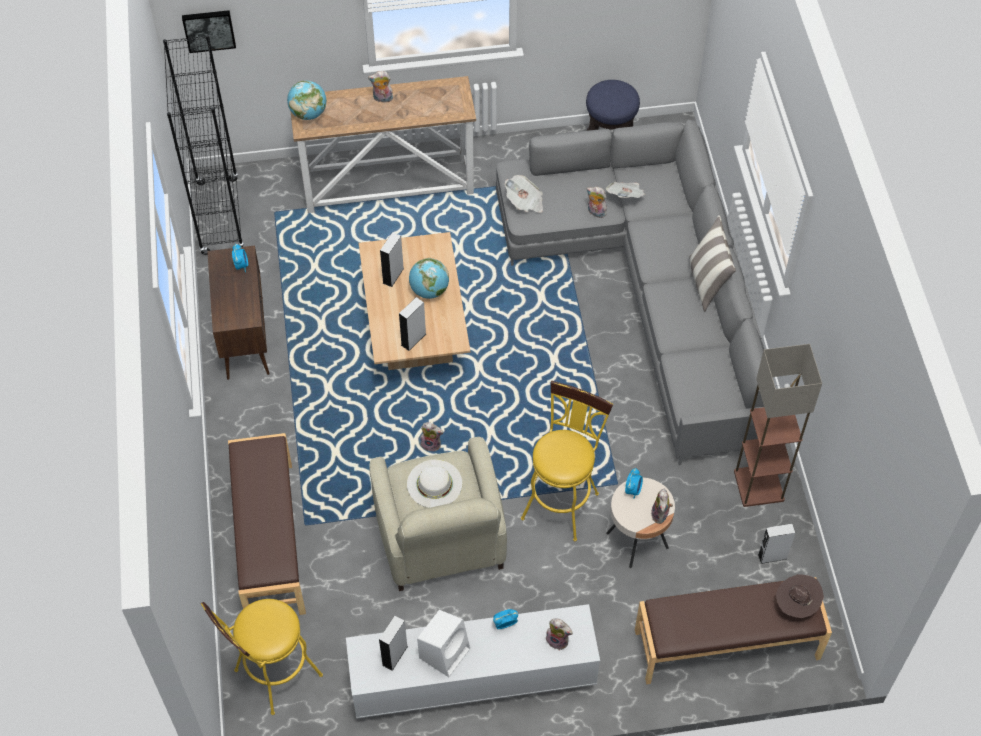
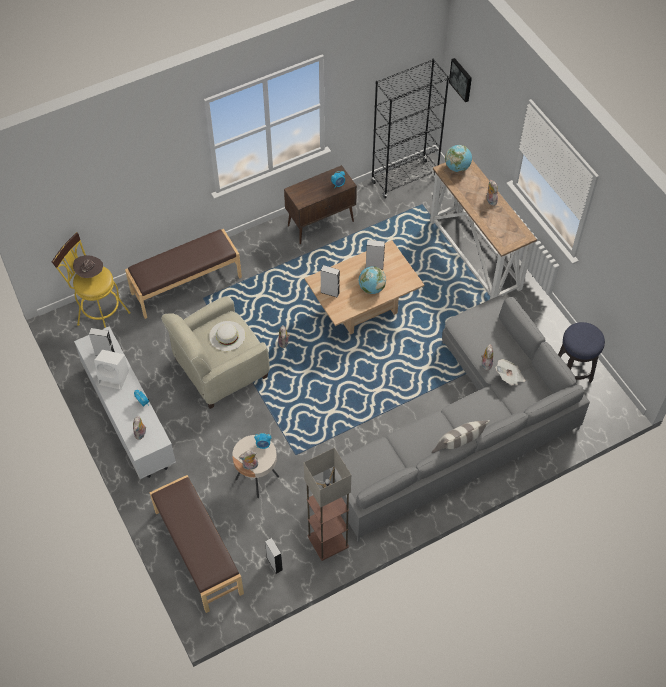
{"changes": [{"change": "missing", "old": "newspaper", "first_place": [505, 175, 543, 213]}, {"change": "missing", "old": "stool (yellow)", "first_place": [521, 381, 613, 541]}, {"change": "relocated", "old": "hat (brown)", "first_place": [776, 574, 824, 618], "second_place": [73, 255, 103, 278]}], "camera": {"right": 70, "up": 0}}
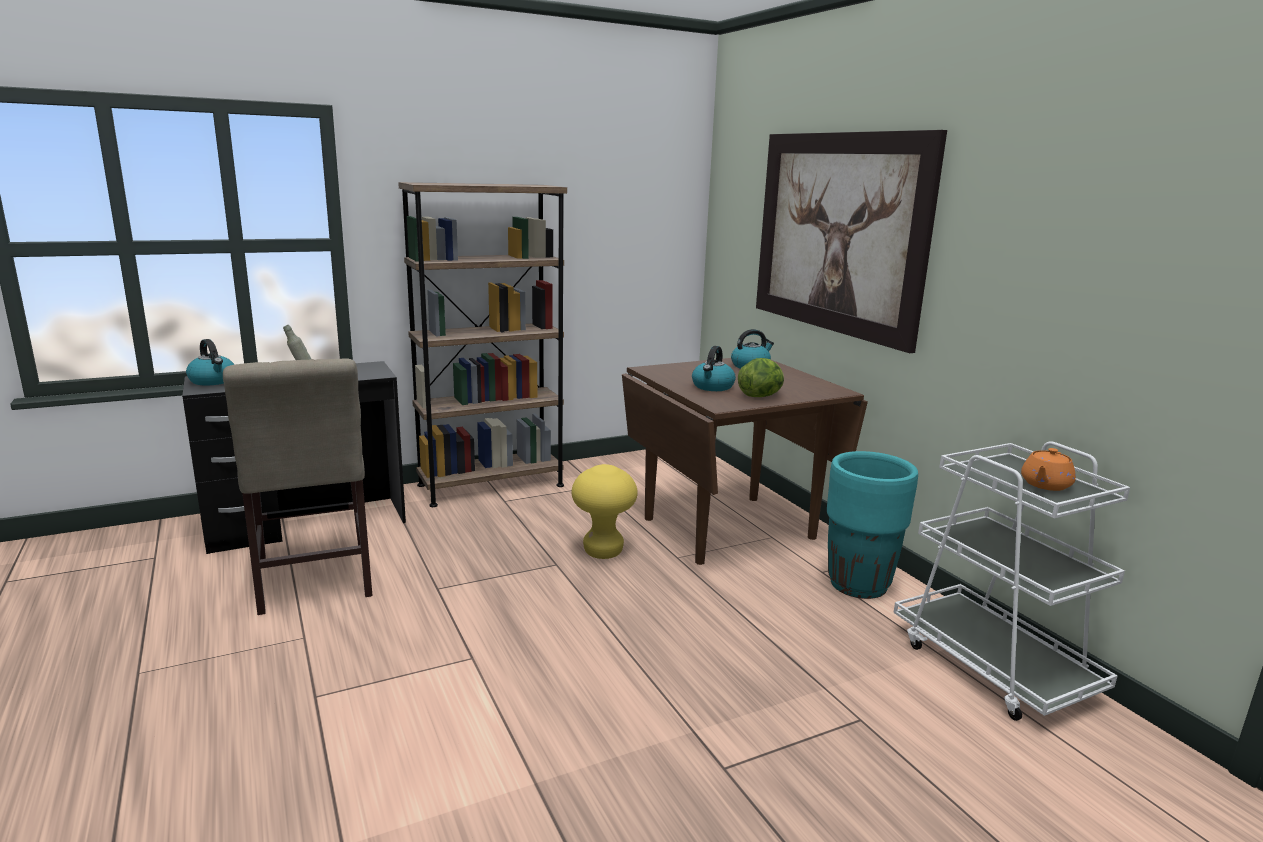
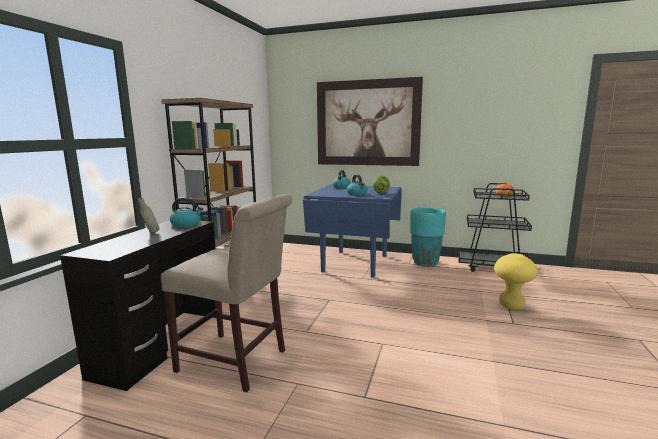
{"changes": [{"change": "relocated", "old": "kettle", "first_place": [186, 339, 235, 385], "second_place": [170, 197, 203, 227]}, {"change": "relocated", "old": "stool (yellow)", "first_place": [572, 464, 638, 559], "second_place": [494, 253, 537, 310]}, {"change": "colour", "old": "dining table (brown)", "new": "dining table (blue)", "first_place": [622, 358, 868, 565], "second_place": [303, 185, 402, 278]}, {"change": "colour", "old": "cart (white)", "new": "cart (black)", "first_place": [893, 441, 1130, 721], "second_place": [459, 183, 532, 272]}], "camera": {"right": -45, "up": -5}}
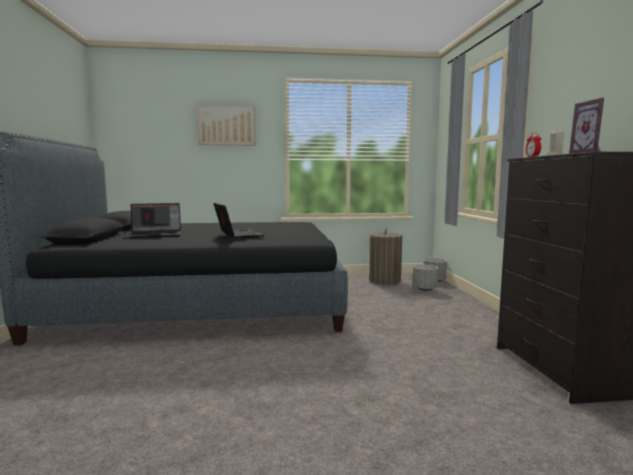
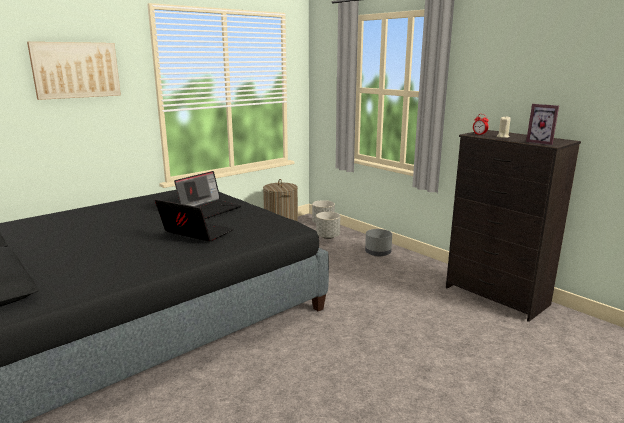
{"changes": [{"change": "relocated", "old": "laptop", "first_place": [128, 203, 181, 238], "second_place": [174, 171, 242, 219]}, {"change": "appeared", "new": "planter (grey)", "second_place": [365, 229, 392, 256]}], "camera": {"right": -35, "up": 10}}
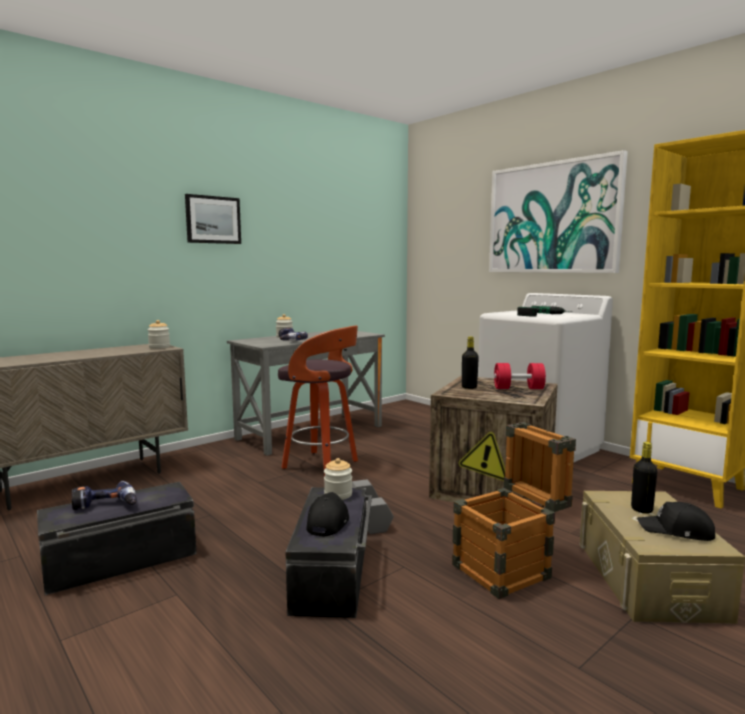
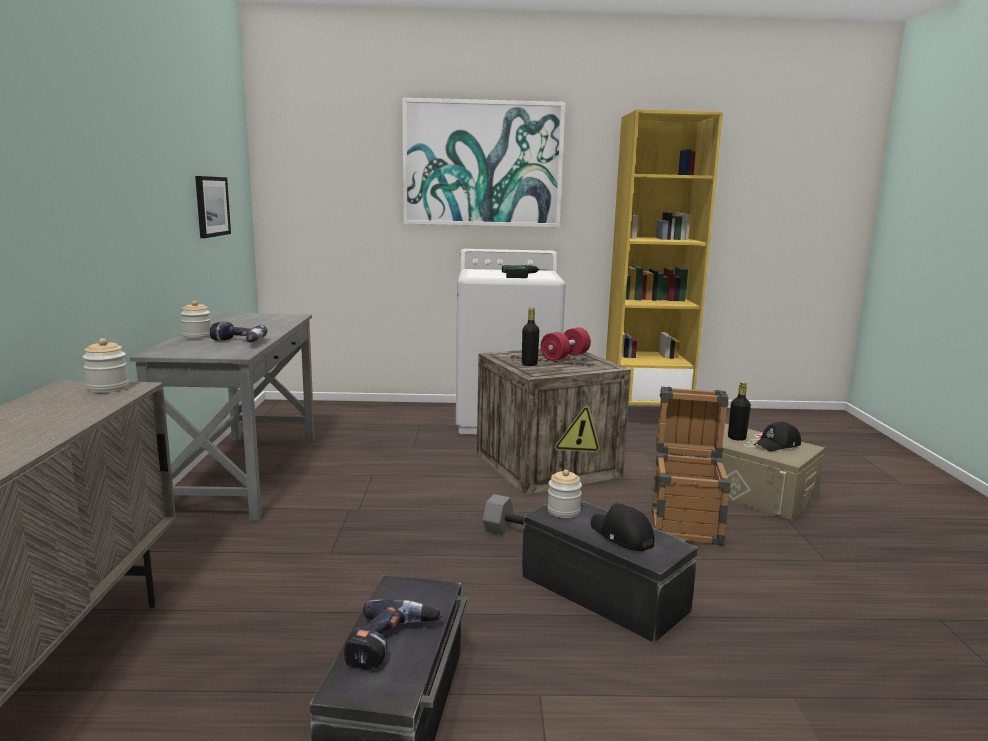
{"changes": [{"change": "relocated", "old": "picture", "first_place": [185, 194, 241, 244], "second_place": [195, 176, 231, 238]}, {"change": "missing", "old": "stool", "first_place": [278, 325, 358, 476]}], "camera": {"right": -50, "up": 5}}
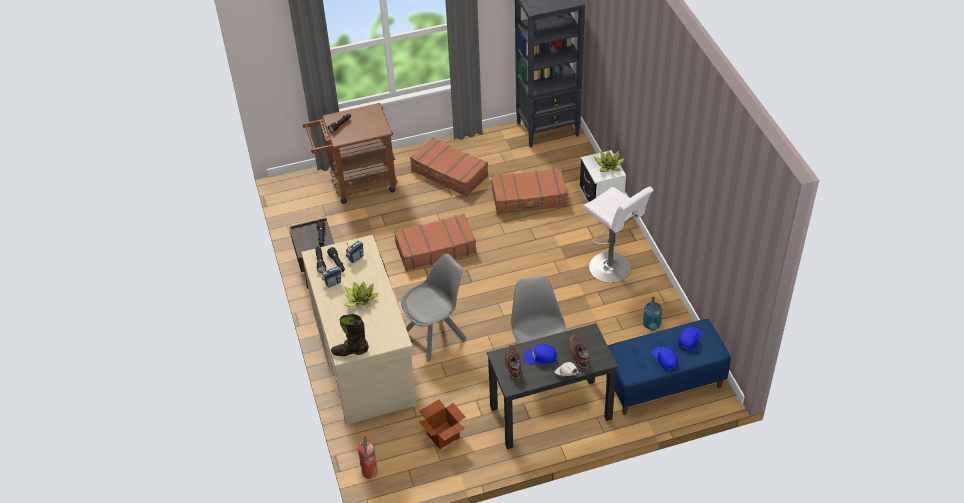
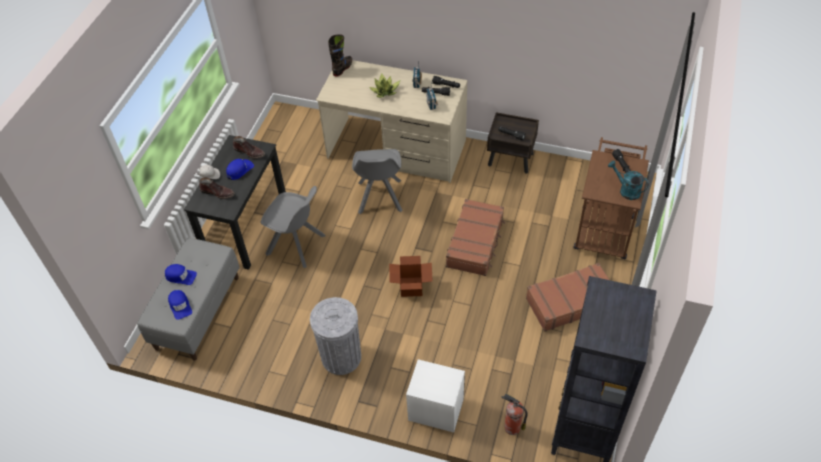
{"changes": [{"change": "relocated", "old": "fire extinguisher", "first_place": [358, 436, 378, 479], "second_place": [501, 393, 528, 435]}, {"change": "relocated", "old": "cardboard box", "first_place": [419, 399, 465, 449], "second_place": [389, 256, 433, 297]}, {"change": "missing", "old": "suitcase (brown)", "first_place": [491, 168, 568, 214]}, {"change": "exchanged", "old": "stool (white)", "new": "trash can (grey)", "first_place": [583, 187, 653, 283], "second_place": [310, 297, 361, 375]}, {"change": "missing", "old": "potted plant", "first_place": [593, 151, 625, 172]}, {"change": "colour", "old": "bench (blue)", "new": "bench (grey)", "first_place": [606, 319, 731, 415], "second_place": [137, 238, 240, 360]}, {"change": "relocated", "old": "watering can (turquoise)", "first_place": [643, 297, 662, 331], "second_place": [608, 161, 649, 200]}], "camera": {"right": 125, "up": 5}}
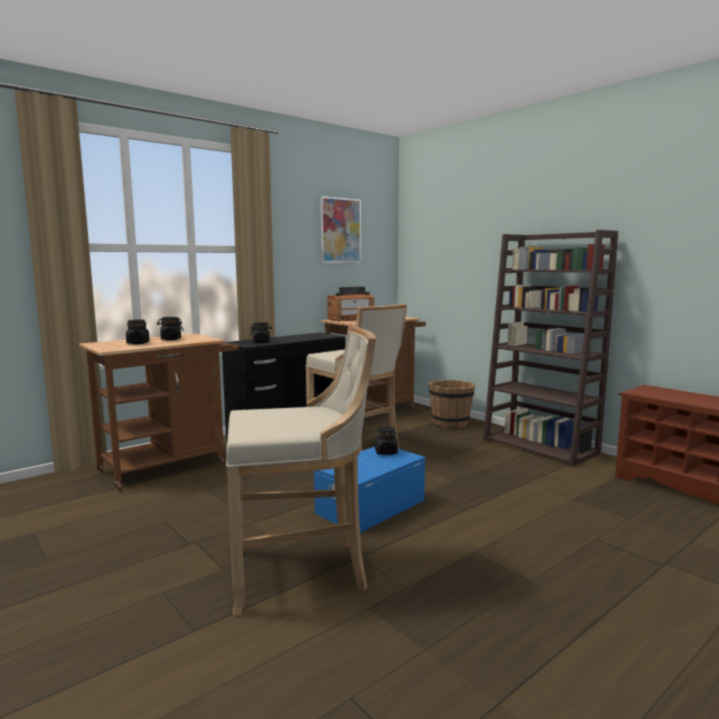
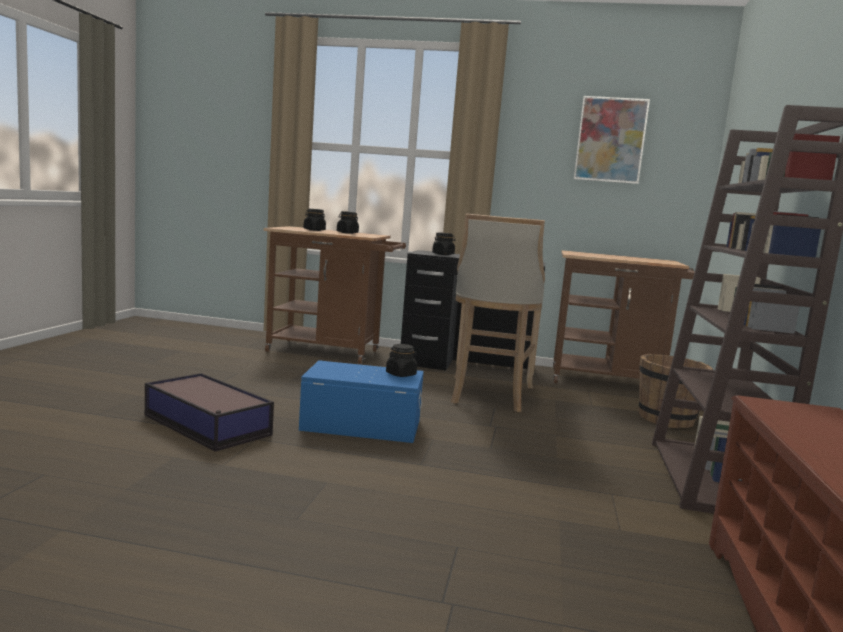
{"changes": [{"change": "exchanged", "old": "stool (beige)", "new": "storage box", "first_place": [226, 326, 376, 616], "second_place": [145, 373, 274, 452]}, {"change": "missing", "old": "radio", "first_place": [327, 287, 374, 322]}], "camera": {"right": 50, "up": 0}}
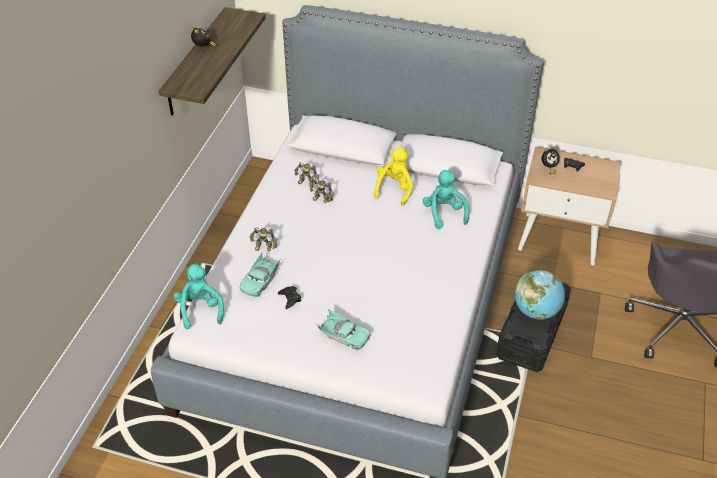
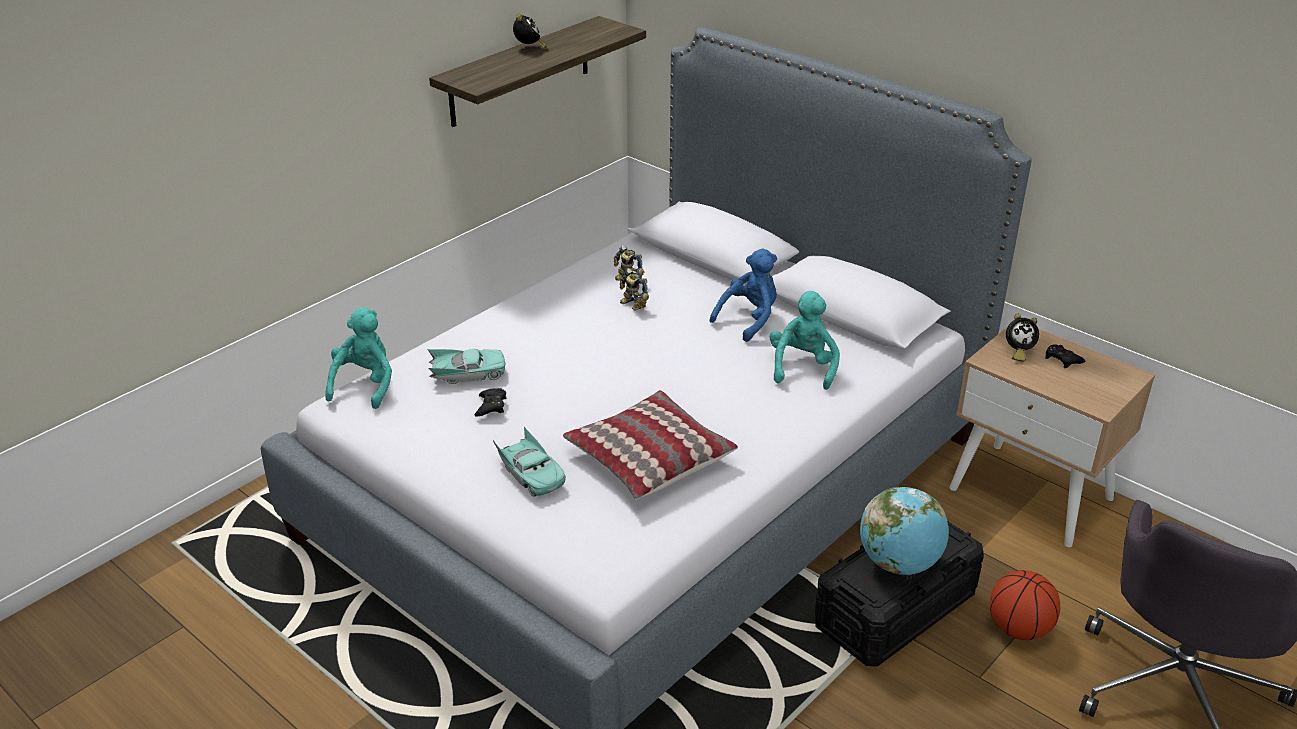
{"changes": [{"change": "spun", "old": "toy car (turquoise)", "first_place": [240, 253, 280, 297], "second_place": [427, 349, 505, 384], "degrees": -150}, {"change": "missing", "old": "toy robot", "first_place": [250, 228, 278, 251]}, {"change": "colour", "old": "plush toy (yellow)", "new": "plush toy (blue)", "first_place": [374, 147, 413, 206], "second_place": [710, 249, 777, 342]}, {"change": "appeared", "new": "pillow", "second_place": [563, 390, 738, 500]}, {"change": "appeared", "new": "basketball", "second_place": [990, 570, 1060, 640]}], "camera": {"right": 25, "up": -10}}
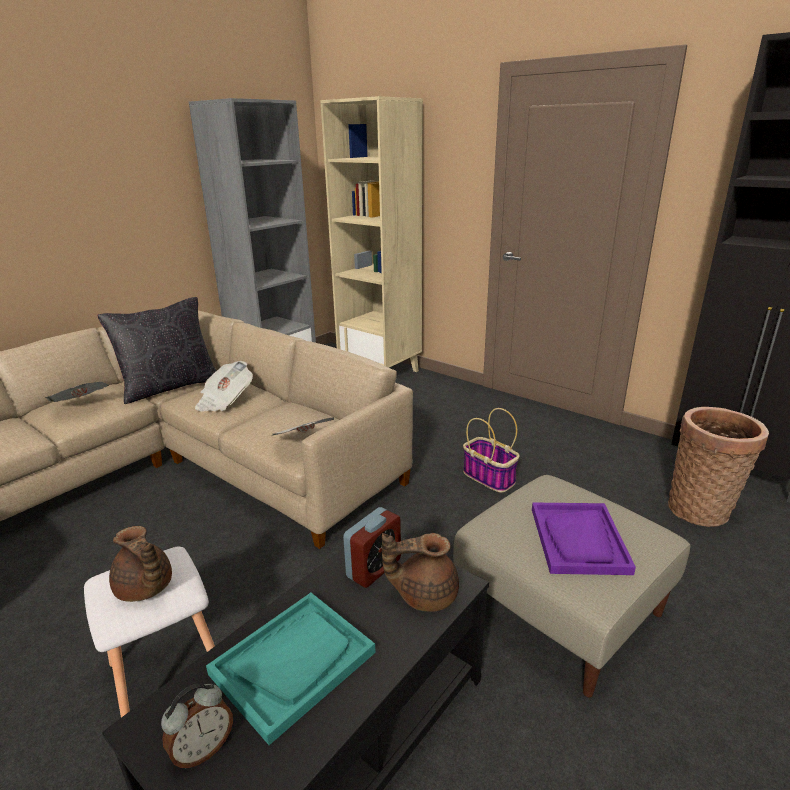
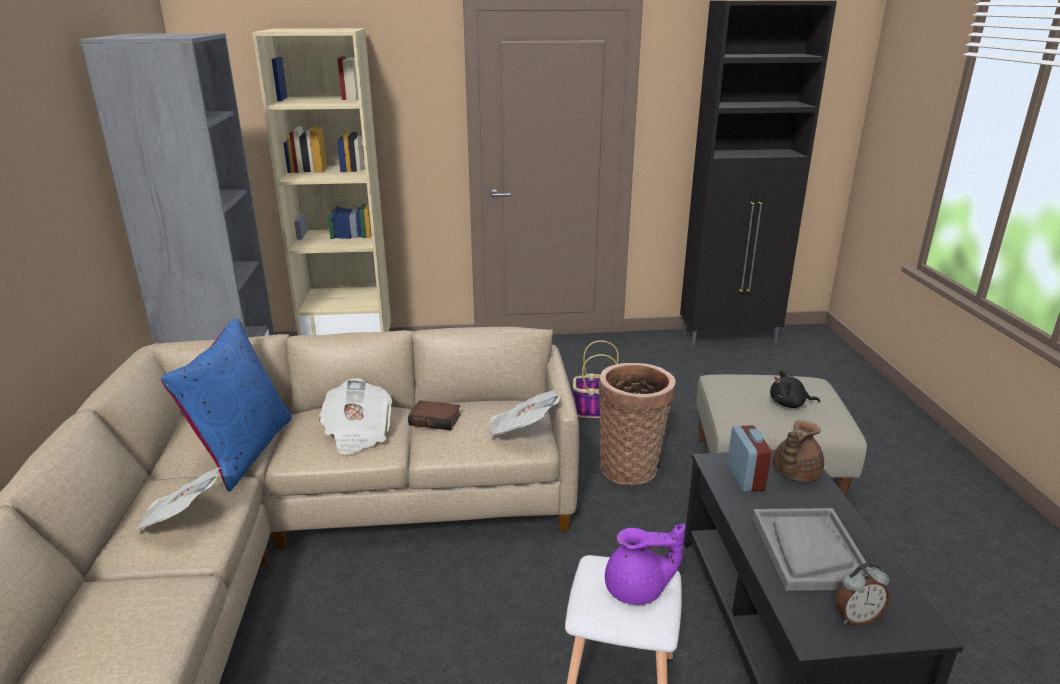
{"changes": [{"change": "colour", "old": "pillow (black)", "new": "pillow (blue)", "first_place": [97, 297, 216, 404], "second_place": [161, 318, 292, 491]}, {"change": "colour", "old": "teapot (brown)", "new": "teapot (purple)", "first_place": [109, 526, 172, 602], "second_place": [605, 523, 685, 605]}, {"change": "spun", "old": "alarm clock", "first_place": [161, 683, 233, 768], "second_place": [835, 562, 890, 625], "degrees": 75}, {"change": "colour", "old": "tray (turquoise)", "new": "tray (grey)", "first_place": [206, 593, 376, 745], "second_place": [752, 508, 870, 591]}, {"change": "exchanged", "old": "tray (purple)", "new": "plush toy (black)", "first_place": [532, 503, 636, 575], "second_place": [770, 370, 820, 408]}, {"change": "relocated", "old": "basket", "first_place": [668, 407, 769, 527], "second_place": [599, 363, 675, 485]}, {"change": "appeared", "new": "book", "second_place": [408, 400, 461, 430]}], "camera": {"right": -45, "up": 0}}
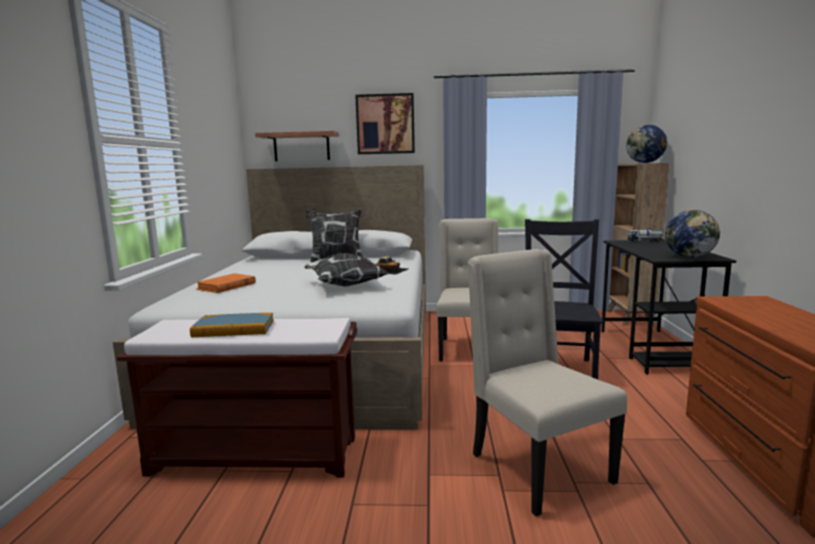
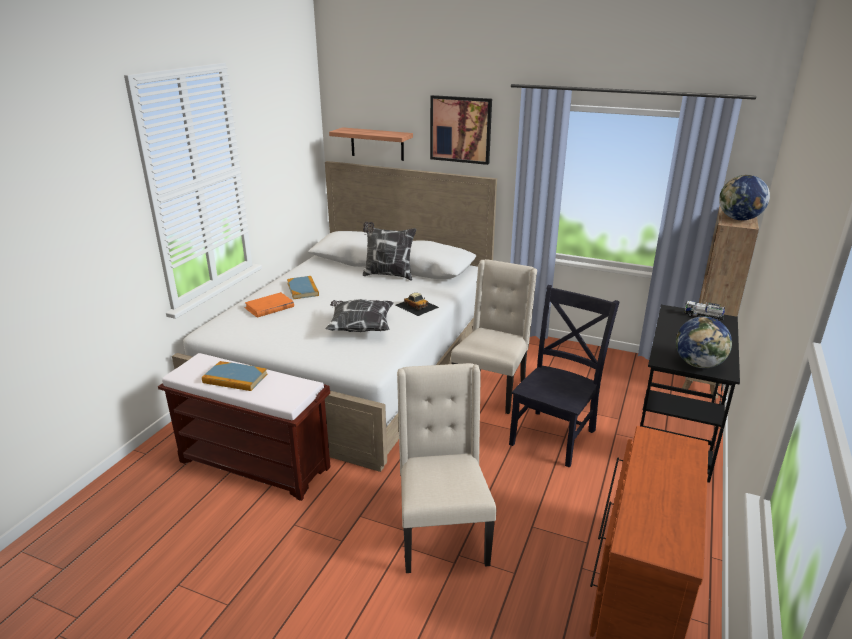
{"changes": [{"change": "appeared", "new": "book", "second_place": [287, 276, 319, 299]}], "camera": {"right": 20, "up": 15}}
